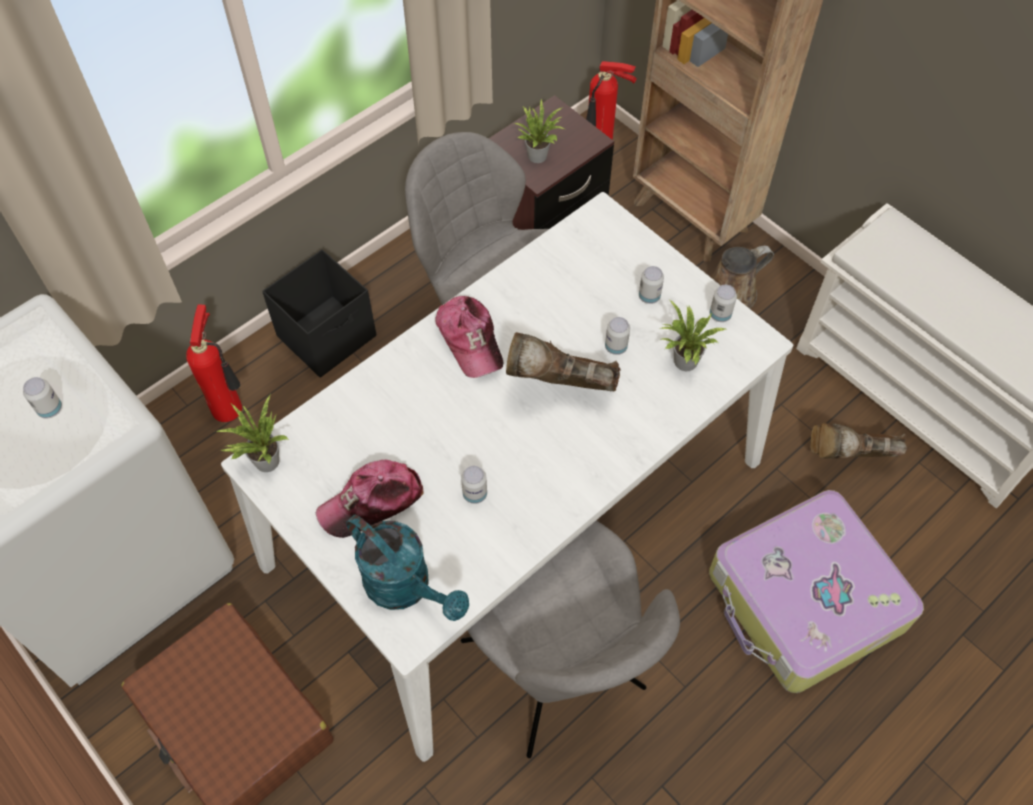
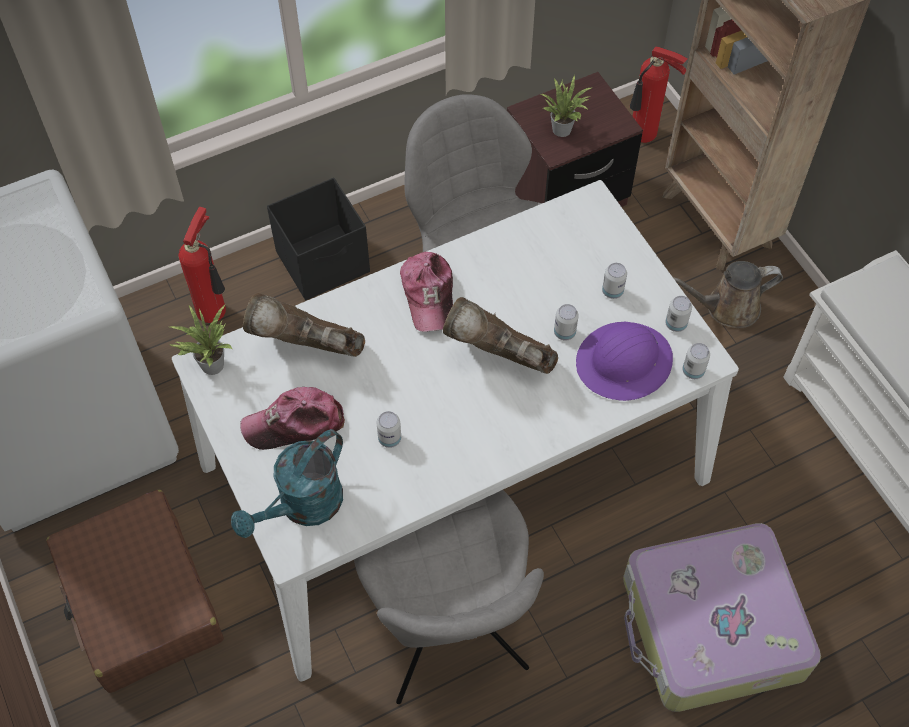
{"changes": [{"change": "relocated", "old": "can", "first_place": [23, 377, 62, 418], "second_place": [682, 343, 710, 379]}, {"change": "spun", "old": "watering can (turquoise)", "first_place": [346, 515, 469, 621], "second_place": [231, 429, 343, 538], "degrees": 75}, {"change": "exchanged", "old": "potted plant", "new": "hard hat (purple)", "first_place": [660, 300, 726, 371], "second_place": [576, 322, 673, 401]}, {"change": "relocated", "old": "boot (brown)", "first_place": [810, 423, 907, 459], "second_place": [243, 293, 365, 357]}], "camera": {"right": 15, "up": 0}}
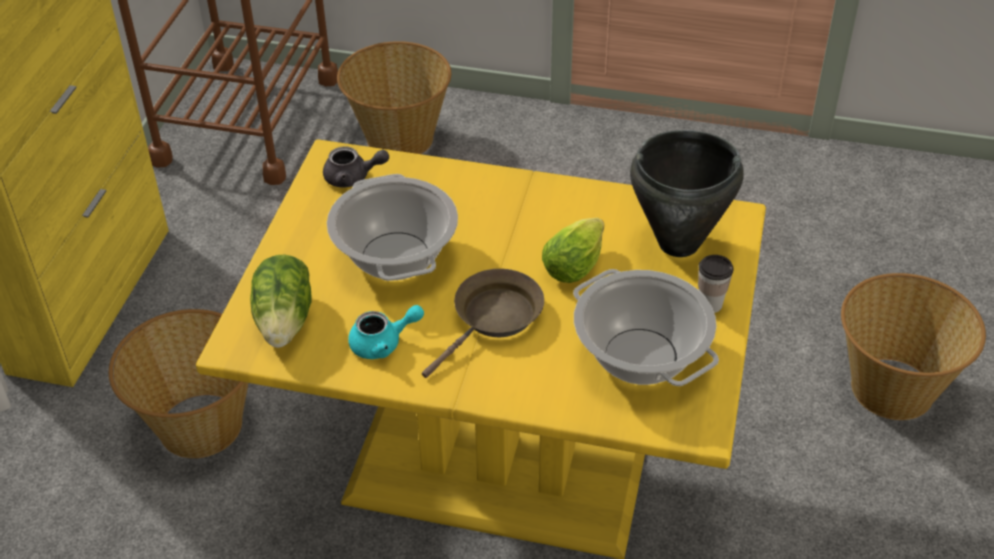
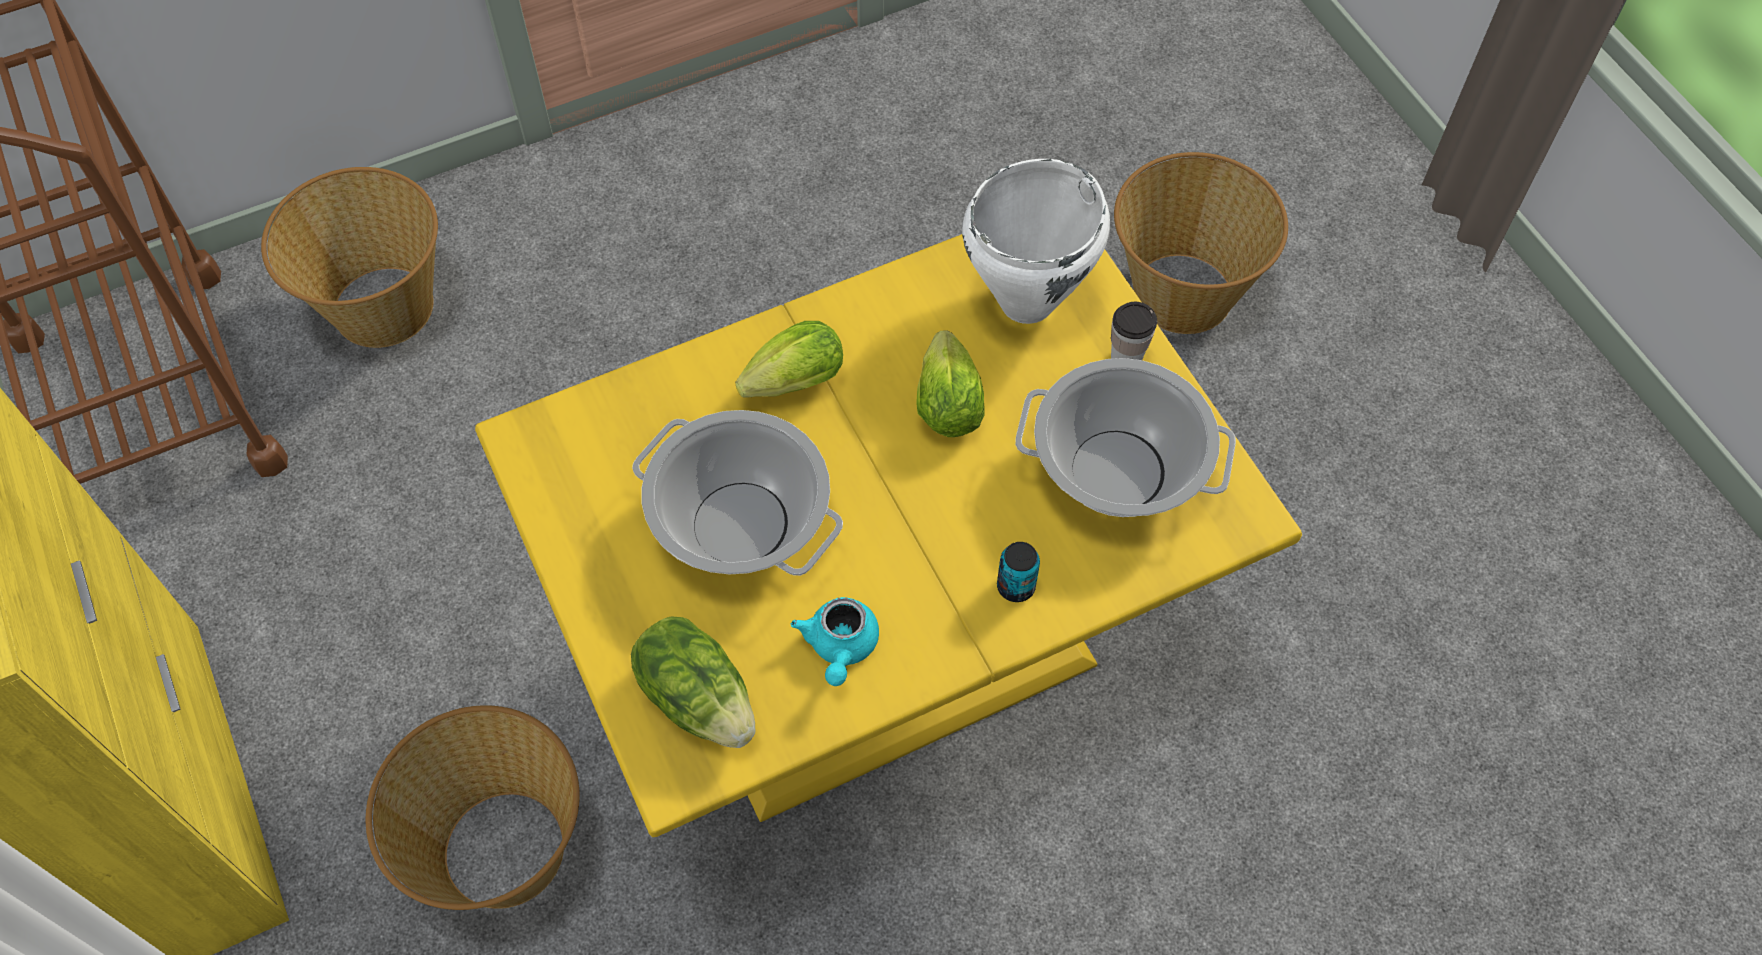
{"changes": [{"change": "missing", "old": "teapot (grey)", "first_place": [323, 146, 389, 188]}, {"change": "spun", "old": "teapot (turquoise)", "first_place": [348, 305, 424, 359], "second_place": [791, 597, 879, 686], "degrees": 150}, {"change": "missing", "old": "frying pan (brown)", "first_place": [422, 269, 544, 378]}, {"change": "colour", "old": "cooking pot (black)", "new": "cooking pot (white)", "first_place": [630, 130, 744, 257], "second_place": [962, 159, 1110, 324]}, {"change": "appeared", "new": "lettuce", "second_place": [735, 321, 843, 398]}, {"change": "appeared", "new": "can", "second_place": [997, 542, 1040, 602]}], "camera": {"right": -40, "up": 15}}
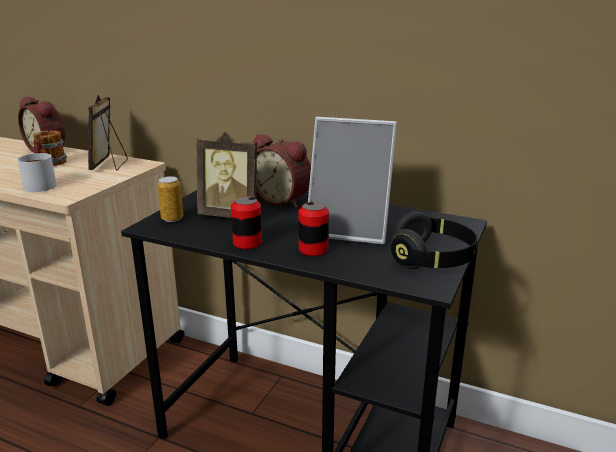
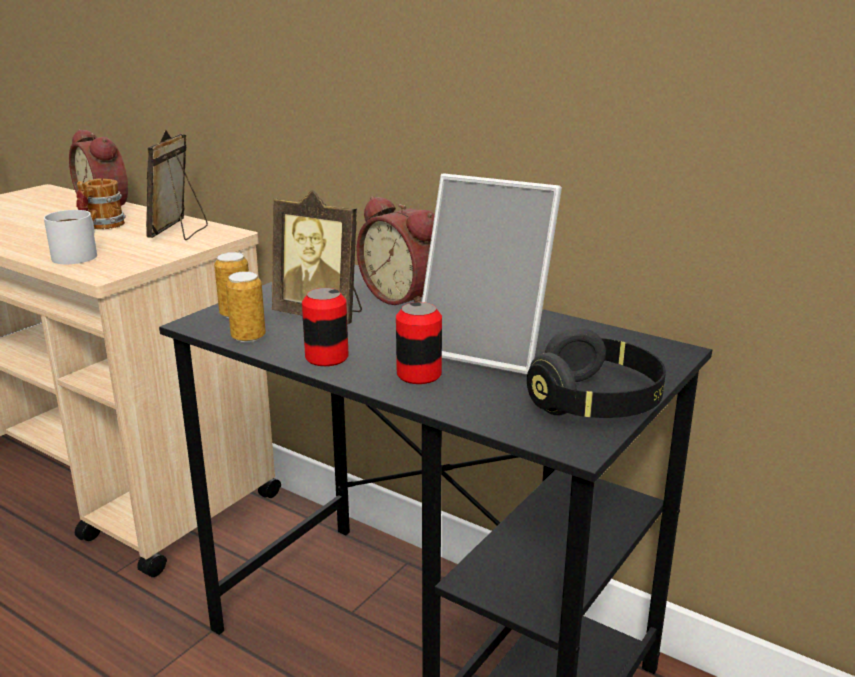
{"changes": [{"change": "appeared", "new": "can", "second_place": [226, 271, 266, 343]}], "camera": {"right": 10, "up": 0}}
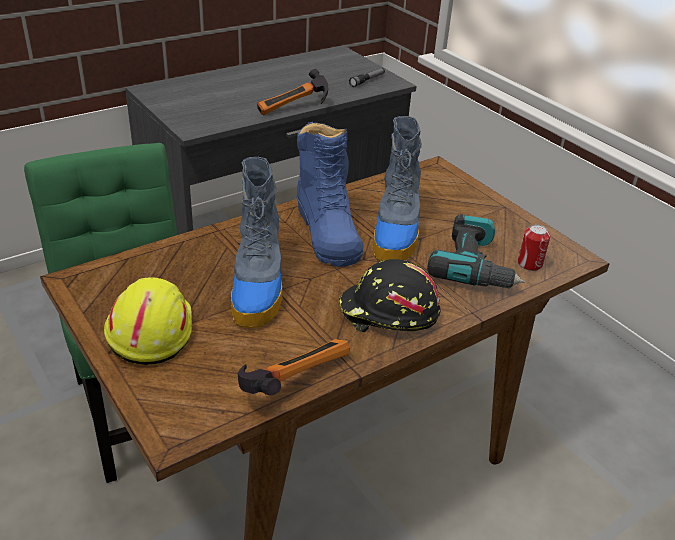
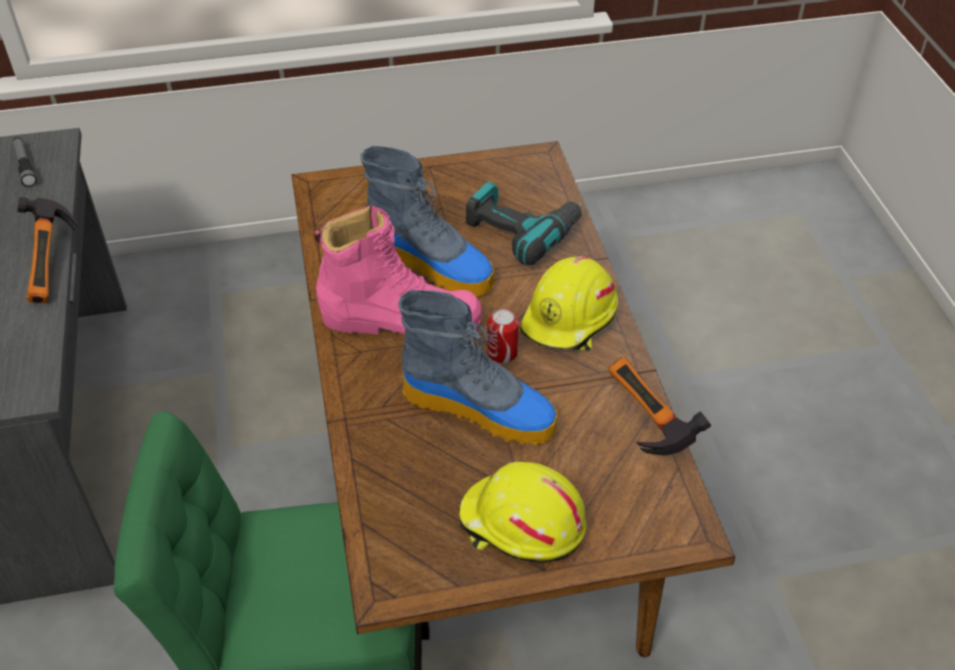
{"changes": [{"change": "colour", "old": "boot (blue)", "new": "boot (pink)", "first_place": [296, 122, 364, 267], "second_place": [314, 205, 482, 336]}, {"change": "colour", "old": "hard hat (black)", "new": "hard hat (yellow)", "first_place": [339, 259, 441, 332], "second_place": [520, 256, 618, 351]}, {"change": "relocated", "old": "can", "first_place": [518, 224, 550, 271], "second_place": [487, 309, 519, 363]}], "camera": {"right": -65, "up": 10}}
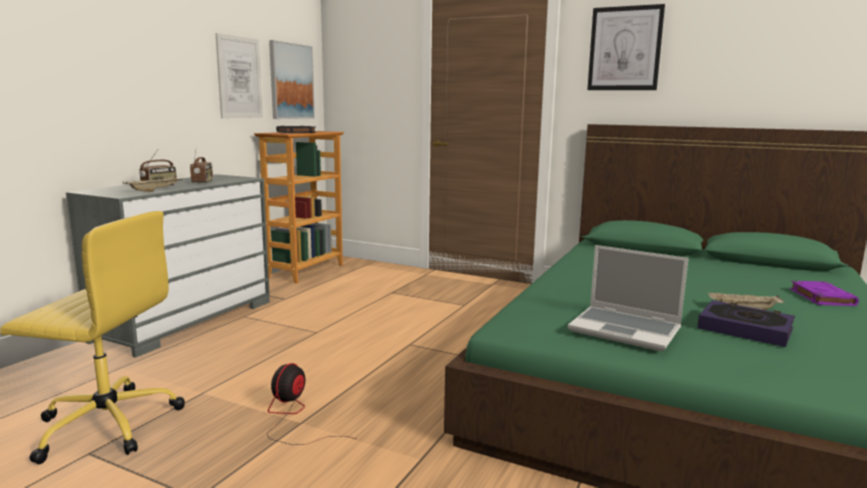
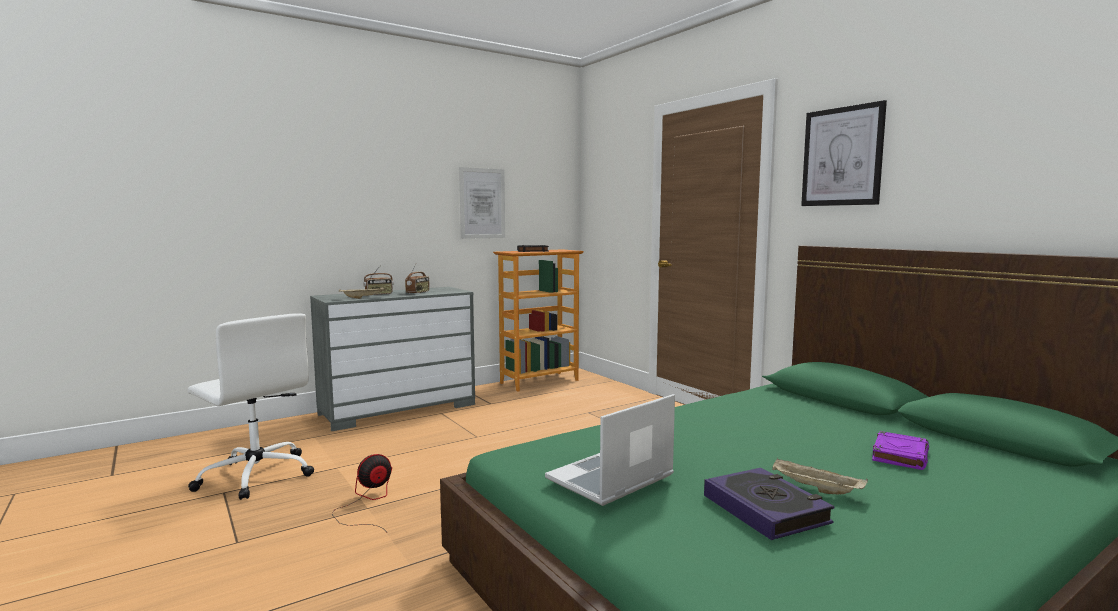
{"changes": [{"change": "colour", "old": "office chair (yellow)", "new": "office chair (white)", "first_place": [0, 211, 185, 464], "second_place": [187, 313, 314, 500]}, {"change": "missing", "old": "picture", "first_place": [269, 40, 315, 119]}, {"change": "spun", "old": "laptop", "first_place": [567, 245, 689, 351], "second_place": [545, 394, 675, 506], "degrees": 75}, {"change": "relocated", "old": "book (purple)", "first_place": [790, 281, 859, 306], "second_place": [872, 431, 929, 470]}], "camera": {"right": 30, "up": -5}}
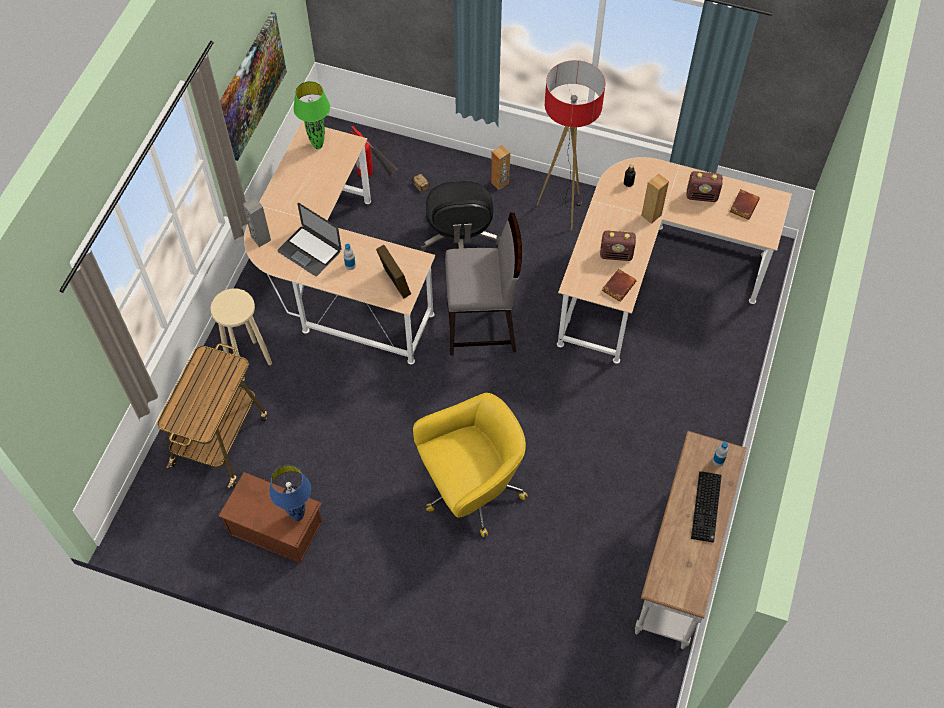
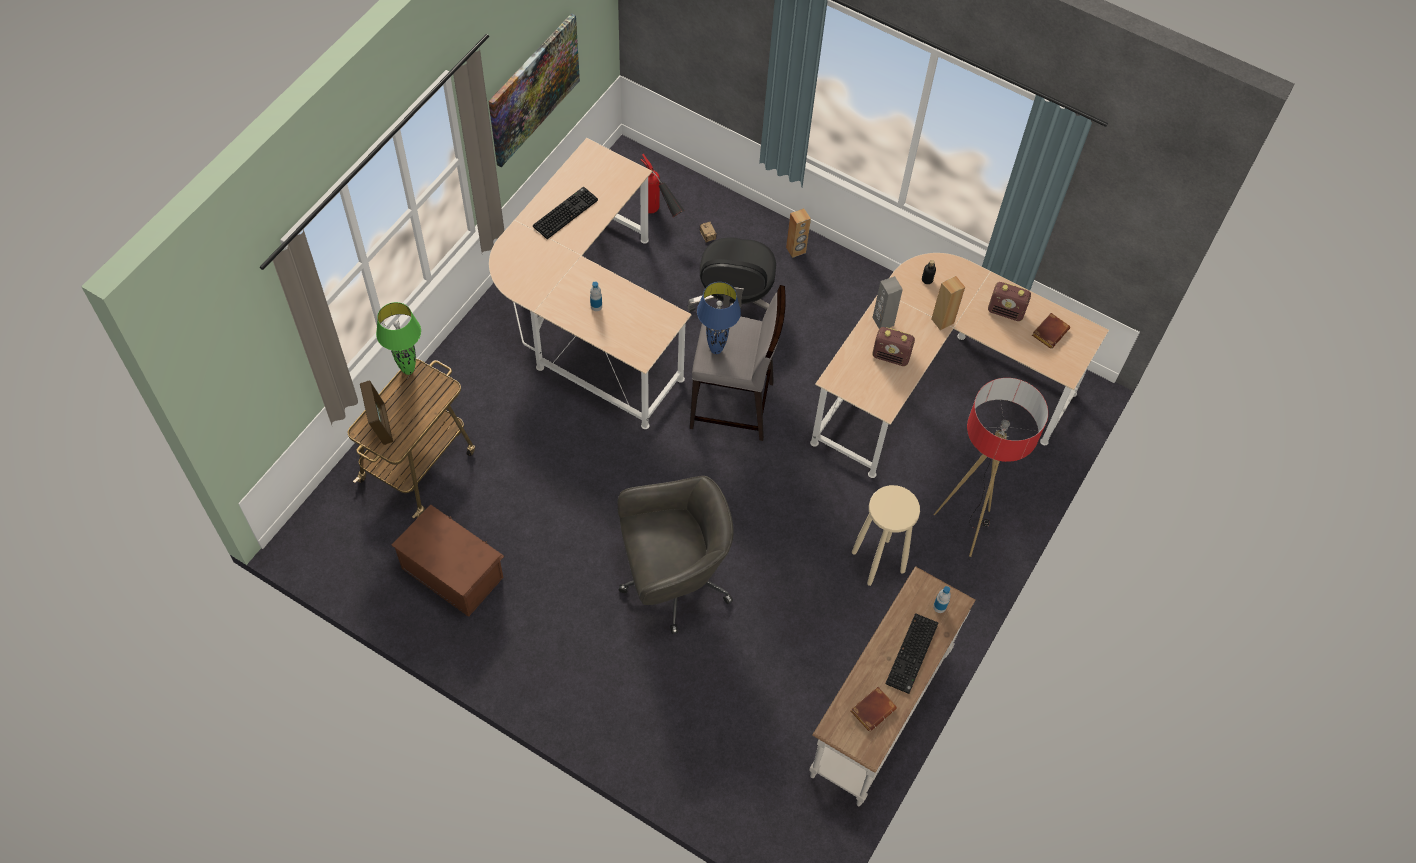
{"changes": [{"change": "relocated", "old": "stool (beige)", "first_place": [210, 288, 272, 381], "second_place": [852, 485, 920, 586]}, {"change": "relocated", "old": "speaker (grey)", "first_place": [243, 197, 271, 247], "second_place": [872, 276, 903, 329]}, {"change": "relocated", "old": "table lamp (blue)", "first_place": [269, 465, 311, 521], "second_place": [697, 282, 741, 354]}, {"change": "missing", "old": "laptop", "first_place": [277, 203, 342, 276]}, {"change": "relocated", "old": "table lamp (green)", "first_place": [293, 81, 330, 149], "second_place": [376, 302, 421, 375]}, {"change": "relocated", "old": "picture frame", "first_place": [376, 245, 411, 299], "second_place": [360, 380, 393, 445]}, {"change": "colour", "old": "office chair (yellow)", "new": "office chair (grey)", "first_place": [413, 393, 528, 537], "second_place": [618, 476, 734, 634]}, {"change": "relocated", "old": "floor lamp", "first_place": [537, 60, 605, 230], "second_place": [934, 378, 1048, 557]}, {"change": "relocated", "old": "book (brown)", "first_place": [602, 269, 636, 302], "second_place": [851, 686, 897, 732]}, {"change": "appeared", "new": "keyboard", "second_place": [533, 187, 598, 239]}], "camera": {"right": 10, "up": 0}}
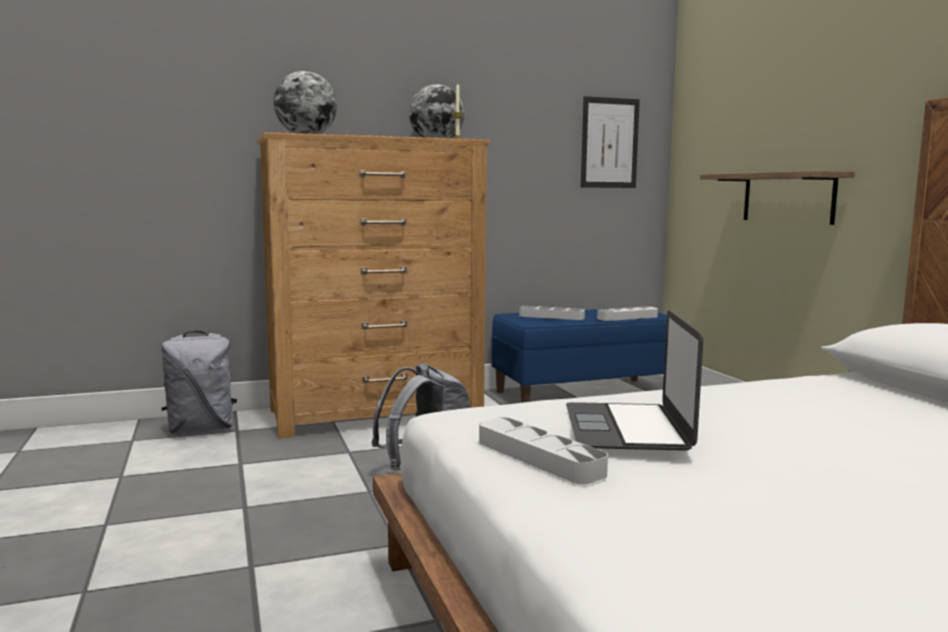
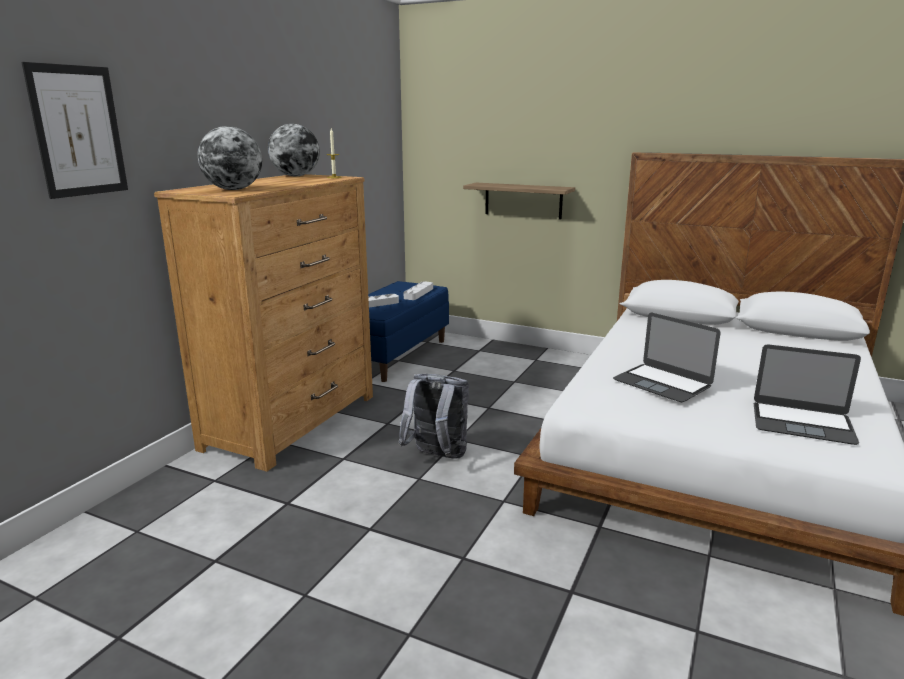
{"changes": [{"change": "missing", "old": "backpack (grey)", "first_place": [161, 331, 237, 434]}, {"change": "missing", "old": "tray (grey)", "first_place": [479, 417, 608, 484]}, {"change": "relocated", "old": "picture", "first_place": [581, 96, 640, 188], "second_place": [21, 62, 128, 199]}, {"change": "appeared", "new": "laptop", "second_place": [753, 344, 861, 445]}], "camera": {"right": -45, "up": 10}}
